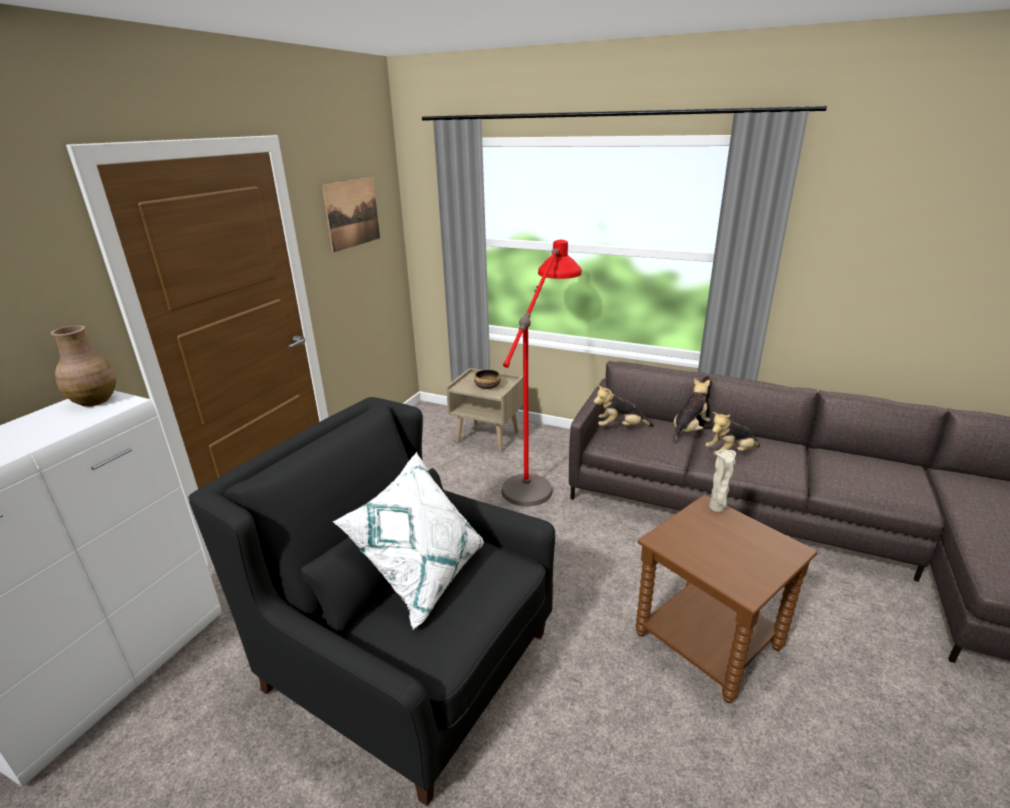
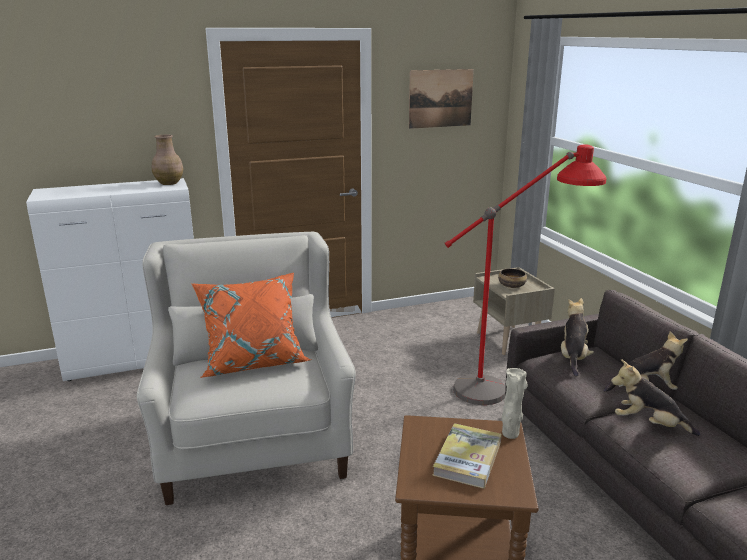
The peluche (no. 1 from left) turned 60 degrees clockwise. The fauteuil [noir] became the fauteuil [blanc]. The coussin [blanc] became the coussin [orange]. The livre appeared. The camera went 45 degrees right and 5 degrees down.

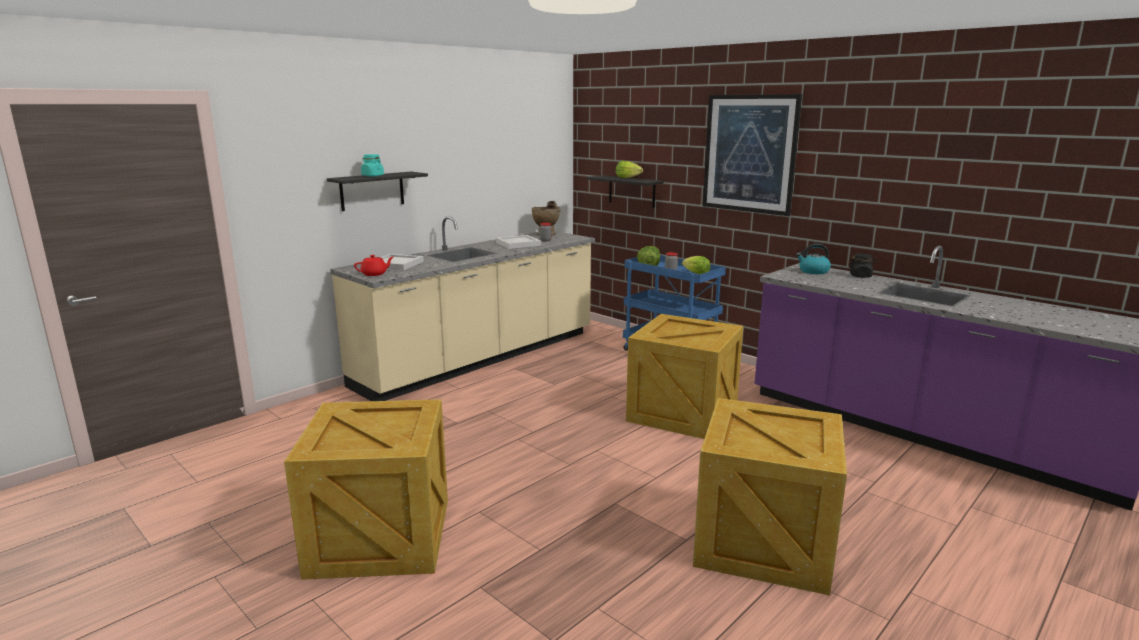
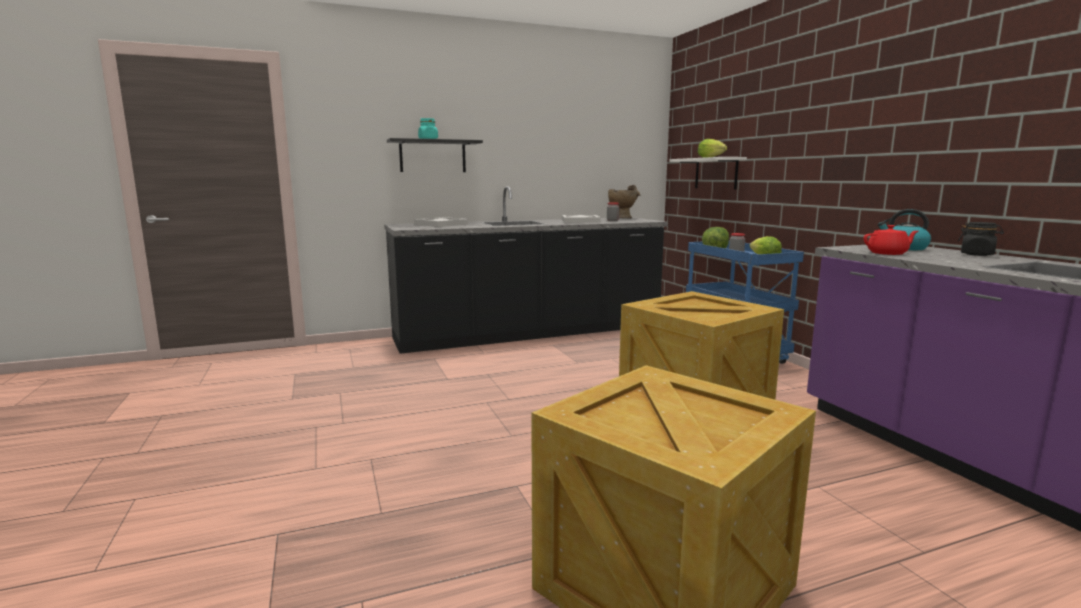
The tableau disappeared. The étagère [noir] (no. 2 from left) became the étagère [blanc]. The comptoir de cuisine [beige] became the comptoir de cuisine [noir]. The théière [rouge] moved. The caisse (no. 1 from left) disappeared. The camera went 25 degrees right and 5 degrees down.

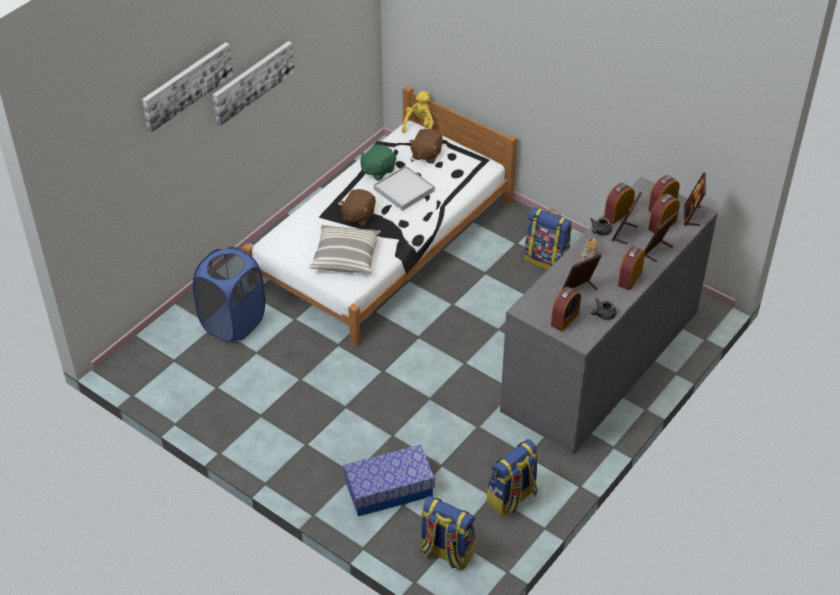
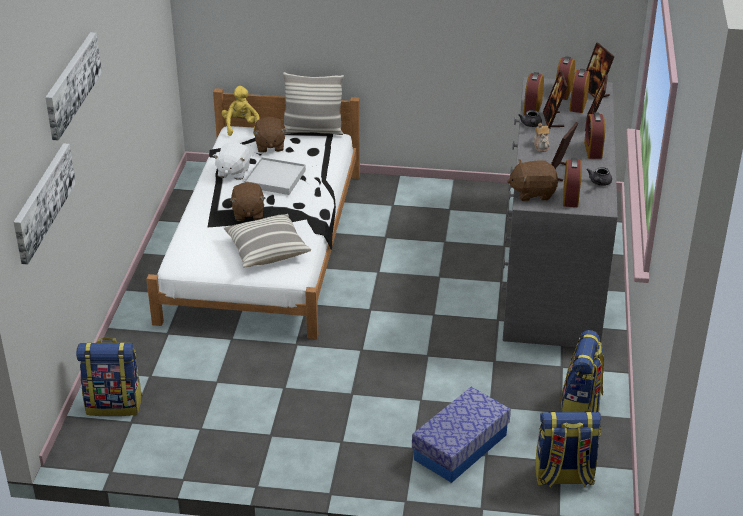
The tableau (no. 2 from left in the first image) moved. The peluche [vert] became the peluche [blanc]. The sac à dos (no. 3 from left in the first image) moved. The panier à linge [bleu] disappeared. The coussin (no. 2 from left) appeared. The peluche [marron] (no. 3 from left) appeared. The camera went 30 degrees left and 10 degrees down.

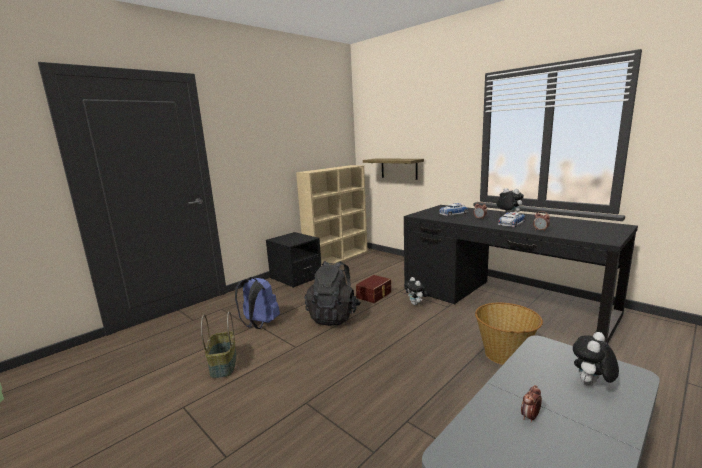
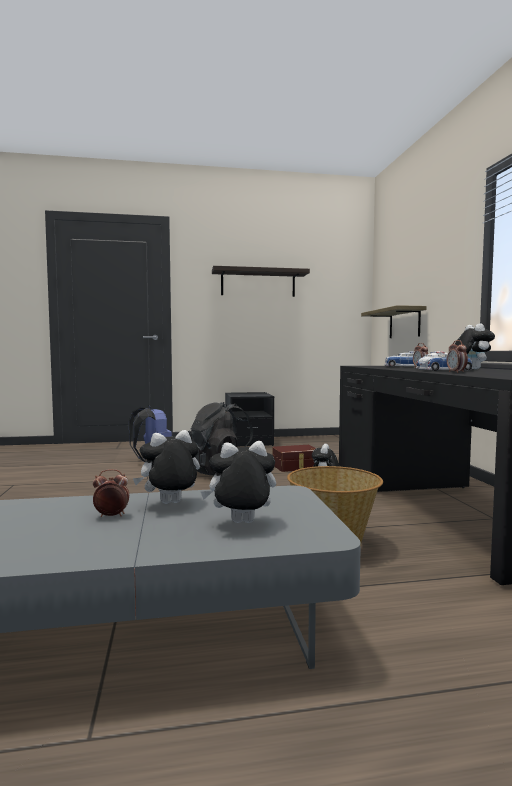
The bibliothèque [beige] disappeared. The panier (no. 1 from left) disappeared. The étagère (no. 1 from left) appeared. The peluche (no. 1 from left) appeared. The camera went 35 degrees right and 10 degrees down.

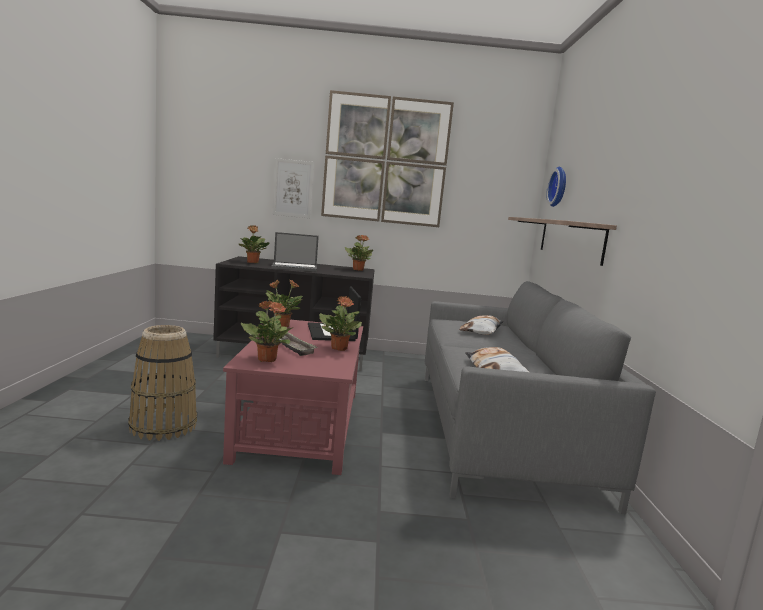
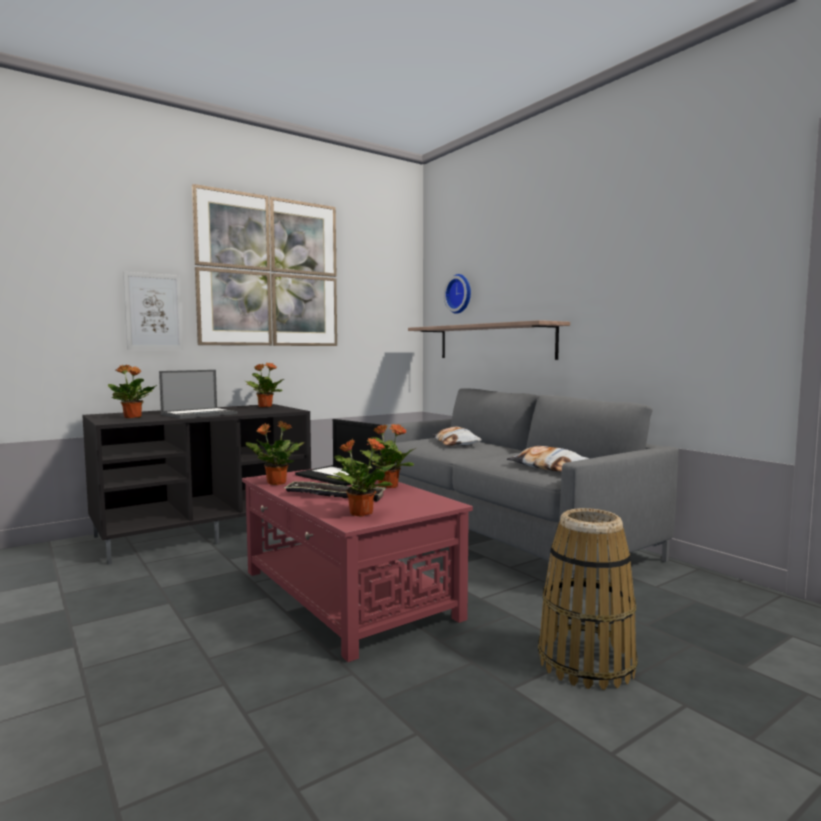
The panier moved. The camera went 35 degrees left and 5 degrees down.

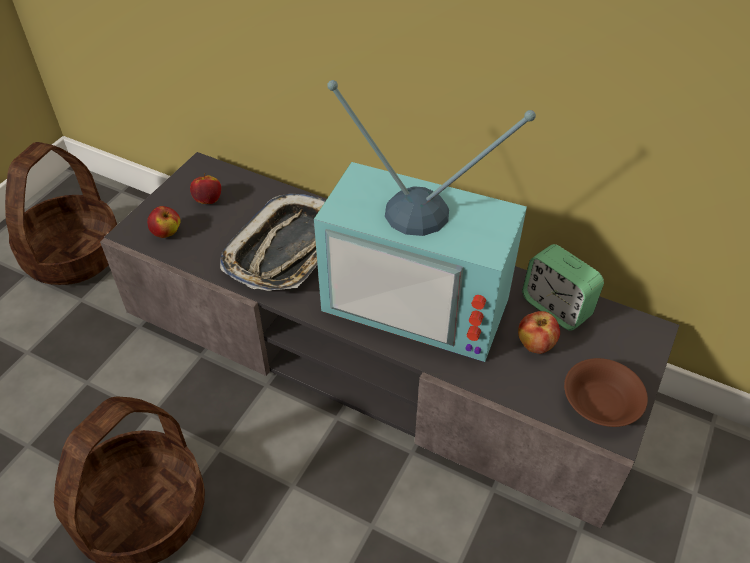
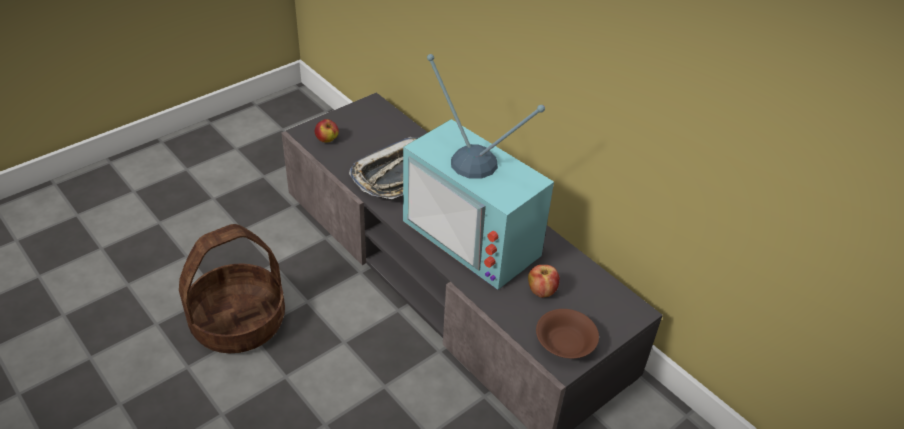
The panier (no. 1 from left) disappeared. The pomme (no. 2 from left) disappeared. The réveil disappeared. The camera went 20 degrees right and 5 degrees down.

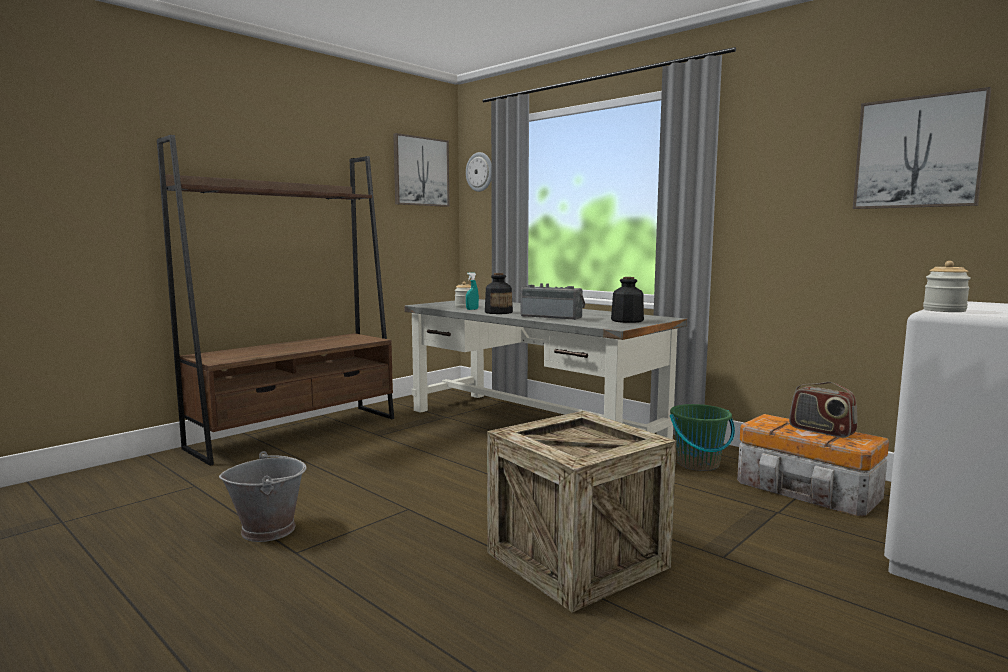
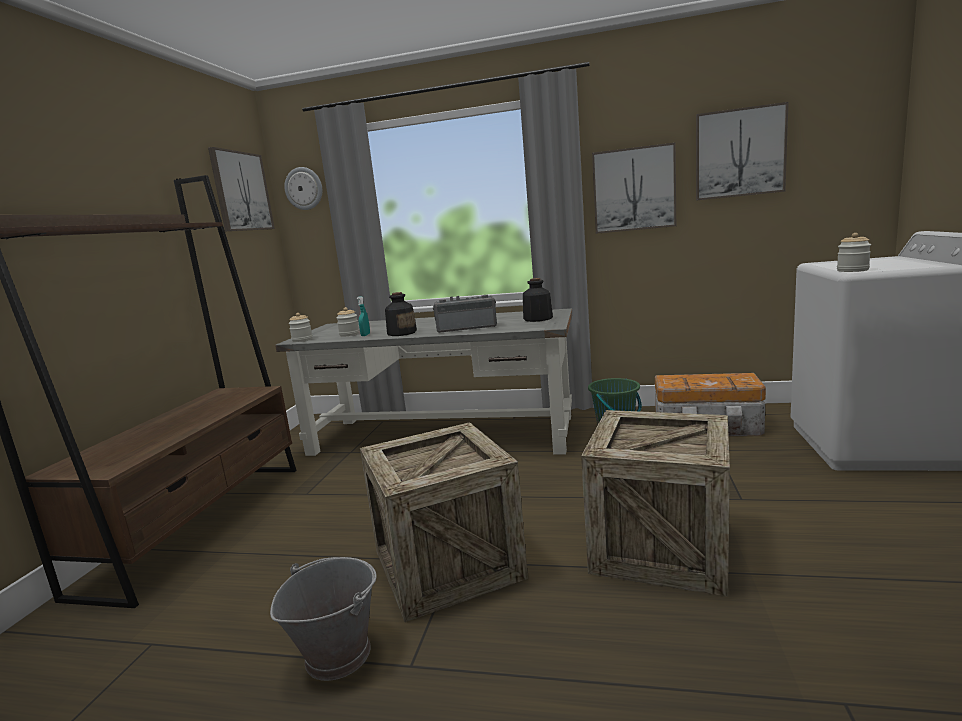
The radio (no. 2 from left) disappeared. The tableau (no. 2 from left) appeared. The bocal (no. 1 from left) appeared. The caisse (no. 1 from left) appeared. The camera went 30 degrees left and 5 degrees up.

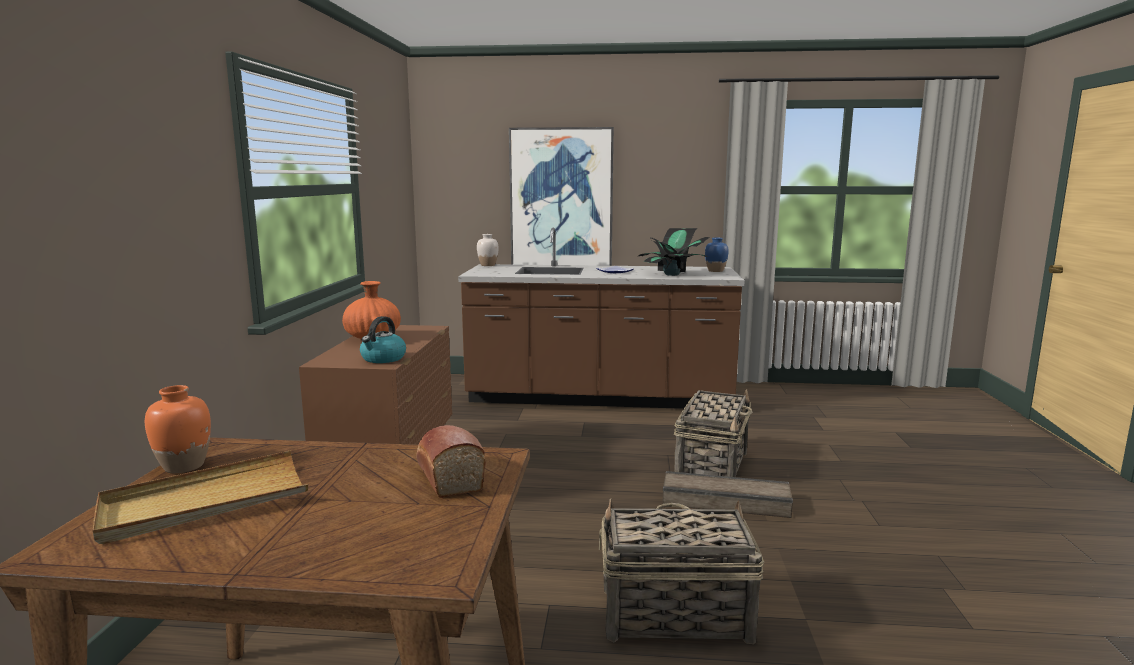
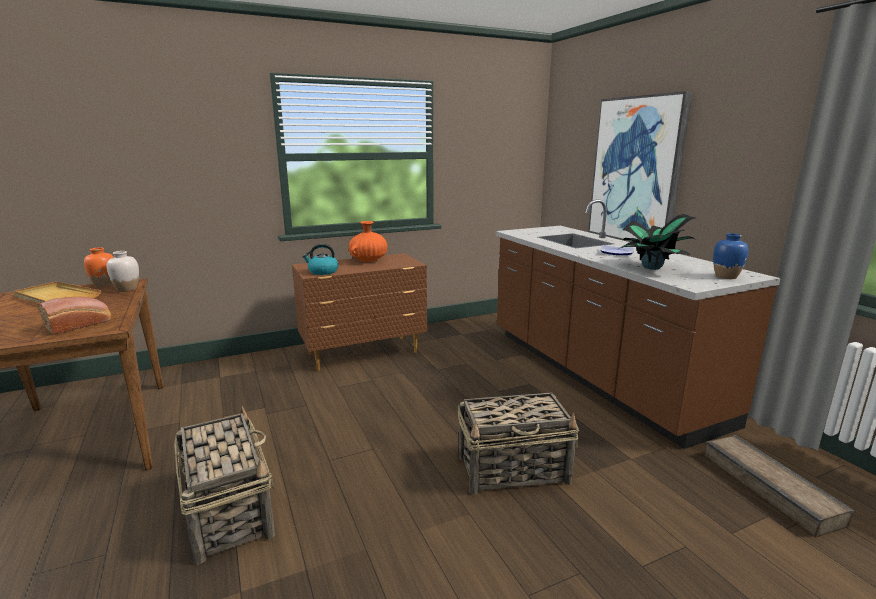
The vase [blanc] moved. The caisse moved. The camera went 60 degrees right and 5 degrees up.

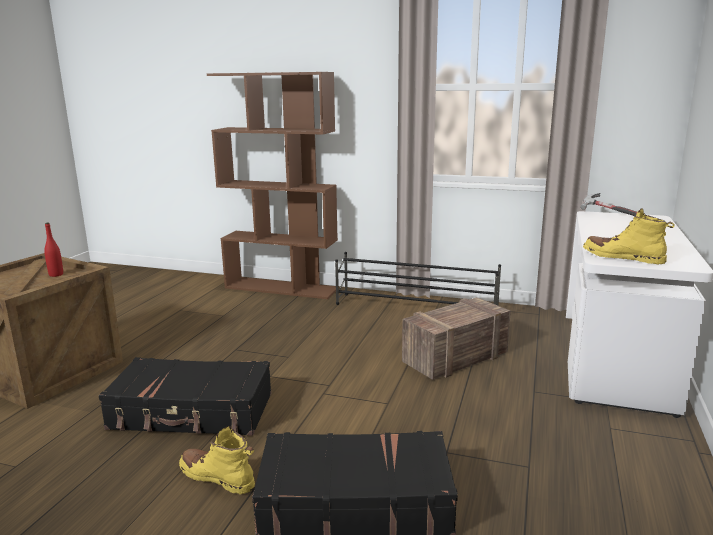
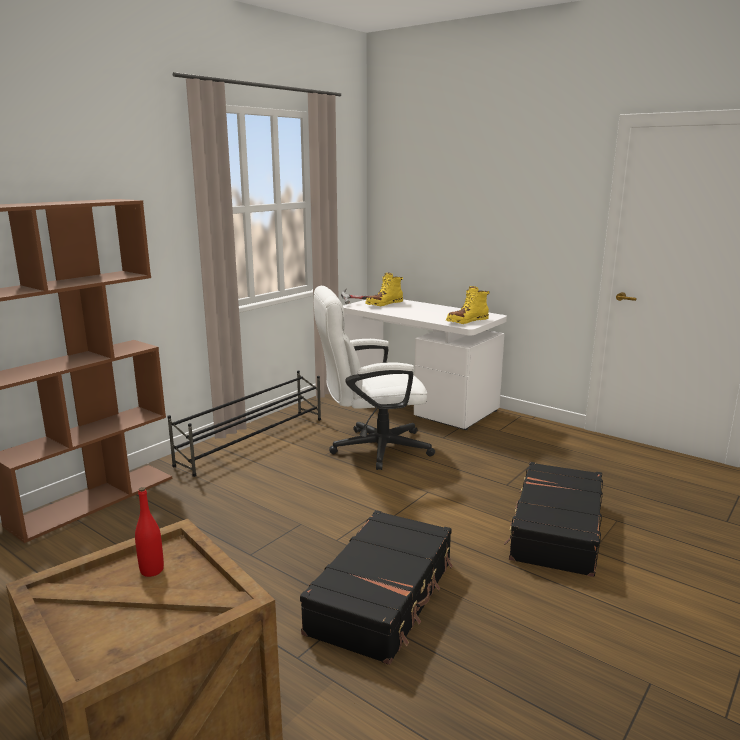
The caisse (no. 2 from left) was replaced by the chaise de bureau [blanc]. The botte [jaune] (no. 1 from left) moved. The camera went 70 degrees left and 0 degrees up.

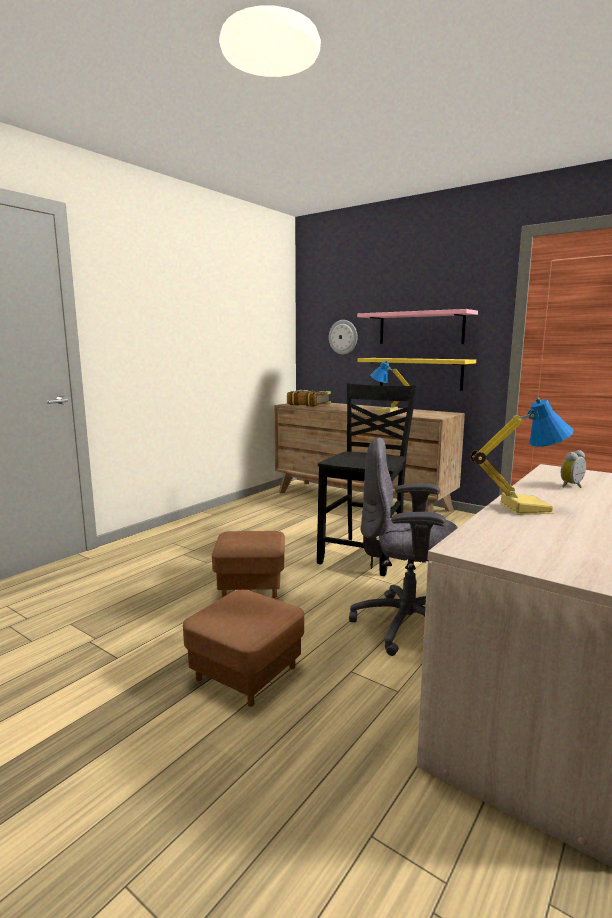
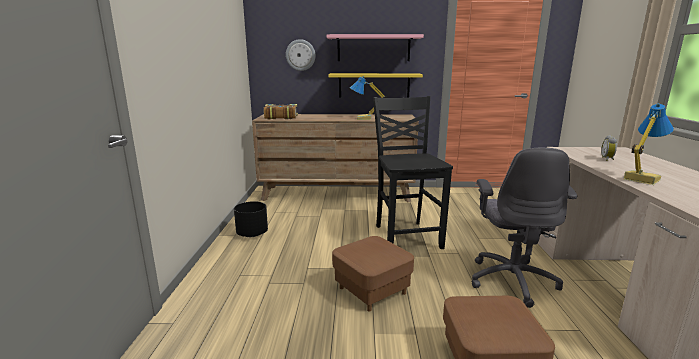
The chaise de bureau [gris] turned 60 degrees counterclockwise. The cache-pot [noir] appeared. The camera went 35 degrees left and 5 degrees up.

